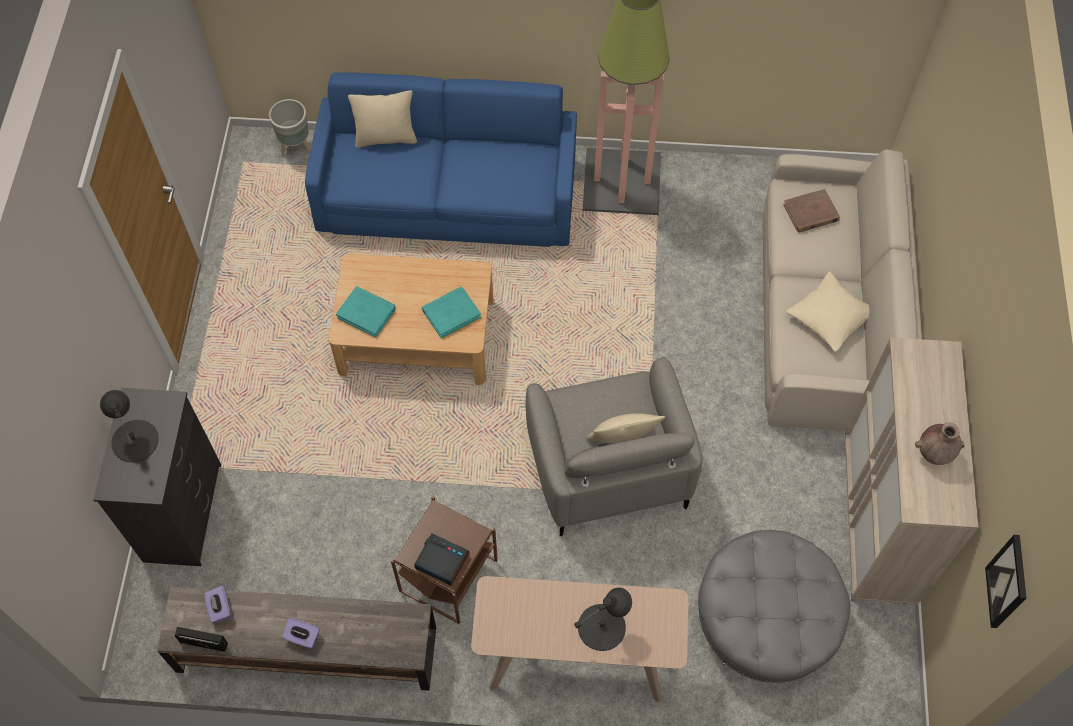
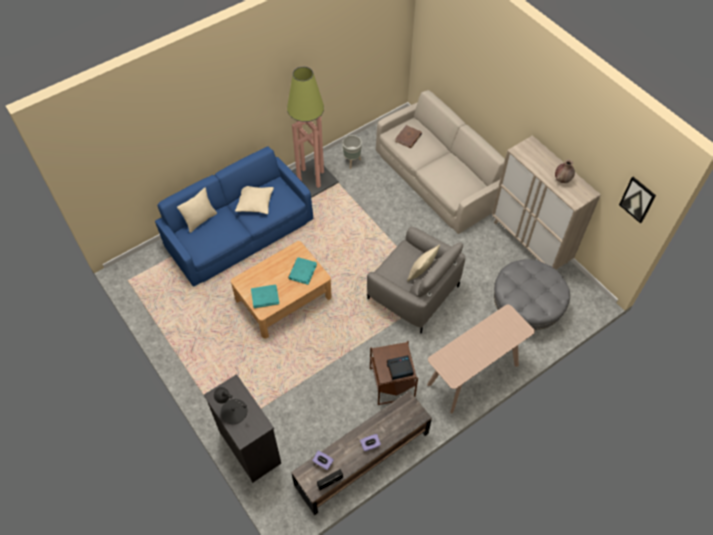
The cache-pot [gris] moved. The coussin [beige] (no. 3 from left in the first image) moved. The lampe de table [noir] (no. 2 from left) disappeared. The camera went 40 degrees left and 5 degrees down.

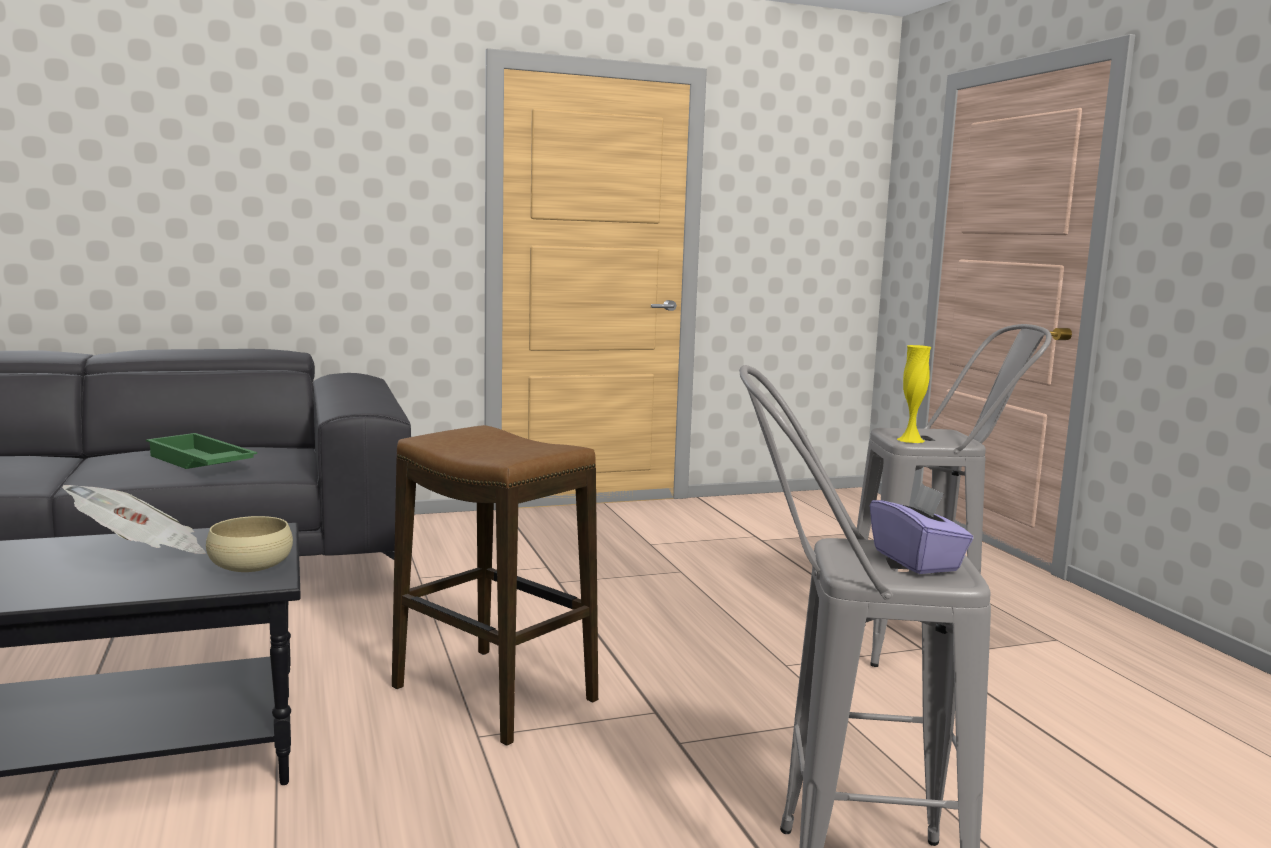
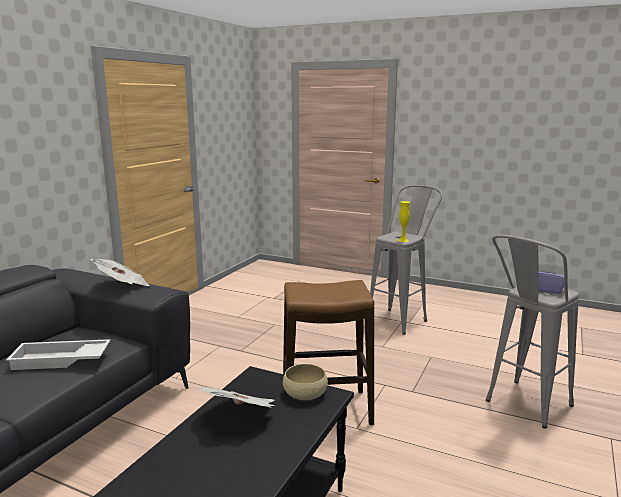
The plateau [vert] became the plateau [blanc]. The journal (no. 1 from left) appeared. The camera went 45 degrees left and 5 degrees up.

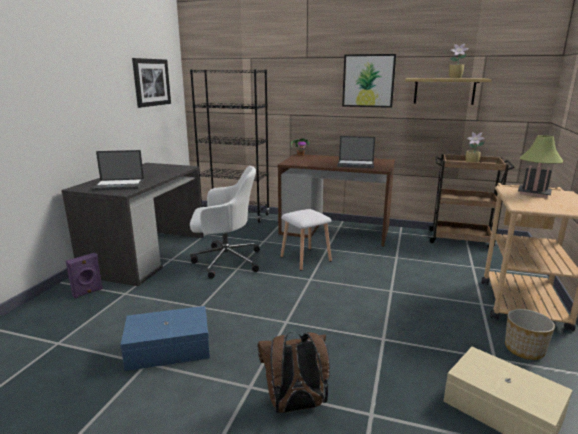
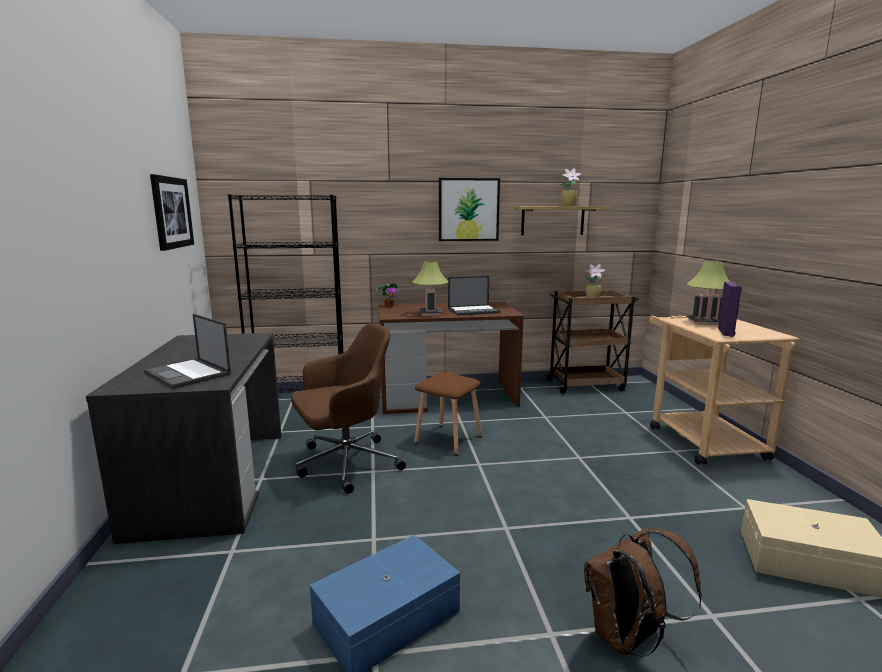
The ordinateur portable (no. 1 from left) turned 75 degrees clockwise. The chaise de bureau [blanc] became the chaise de bureau [marron]. The tabouret [blanc] became the tabouret [marron]. The enceinte [violet] moved. The cache-pot disappeared. The lampe de table (no. 1 from left) appeared. The camera went 25 degrees left and 5 degrees down.

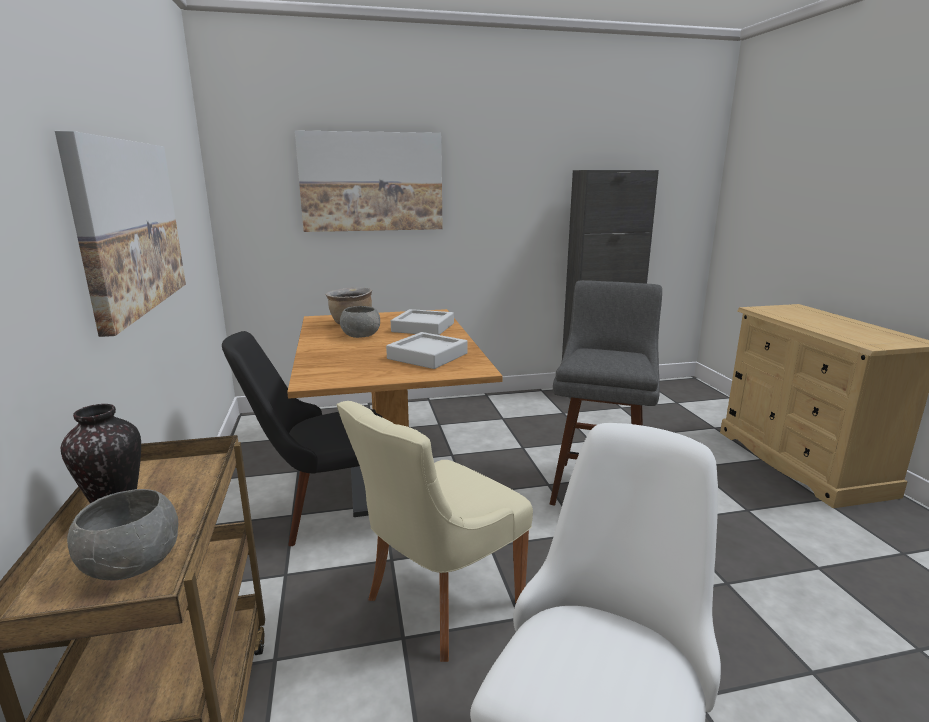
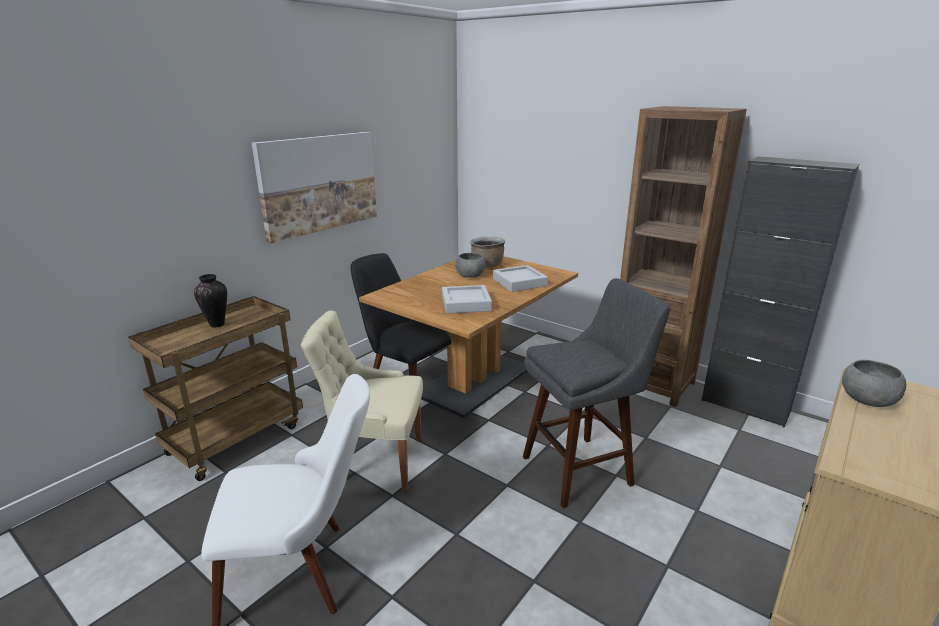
The tableau (no. 2 from left) disappeared. The bol [gris] (no. 1 from left in the first image) moved. The bibliothèque [marron] appeared. The camera went 50 degrees right and 5 degrees up.

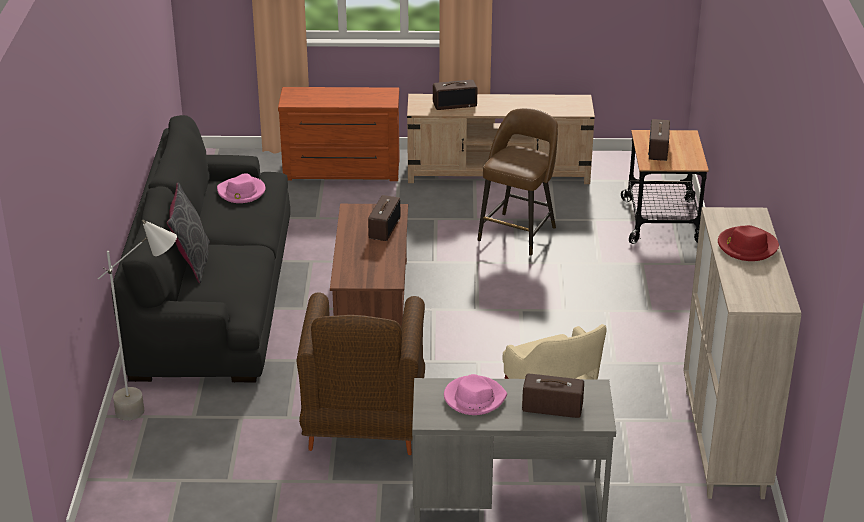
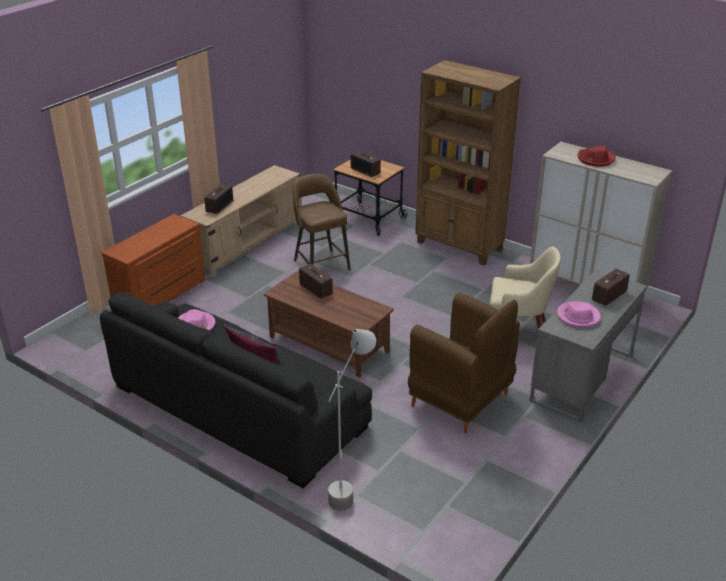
The bibliothèque [marron] appeared. The camera went 55 degrees left and 0 degrees up.

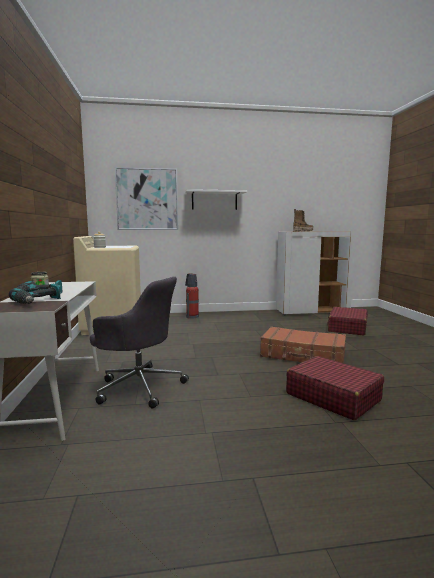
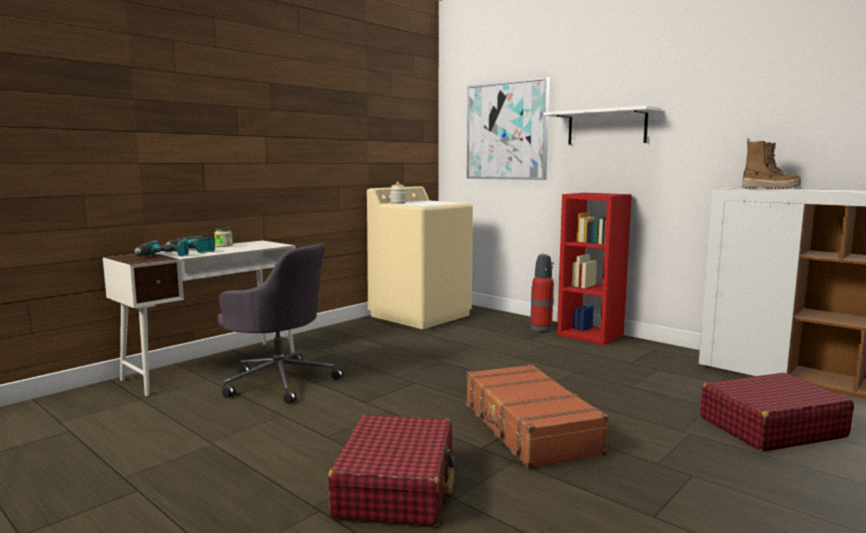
The chaise de bureau [gris] turned 45 degrees counterclockwise. The bibliothèque [rouge] appeared. The camera went 50 degrees right and 0 degrees up.

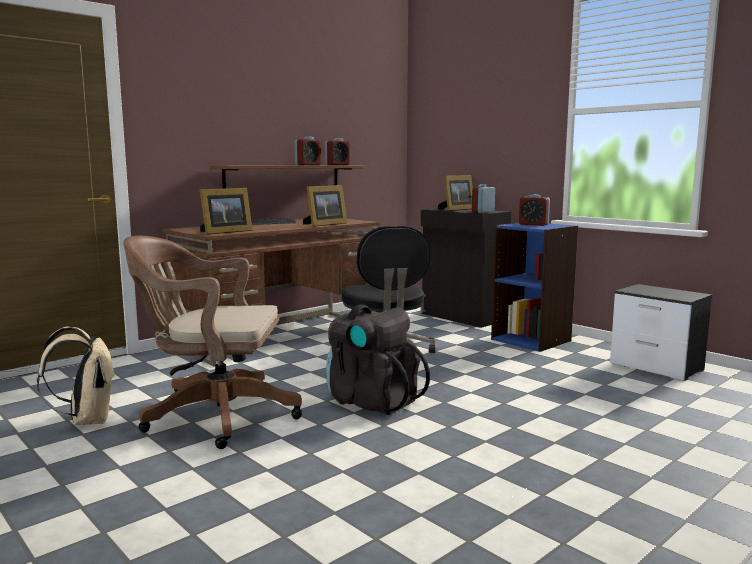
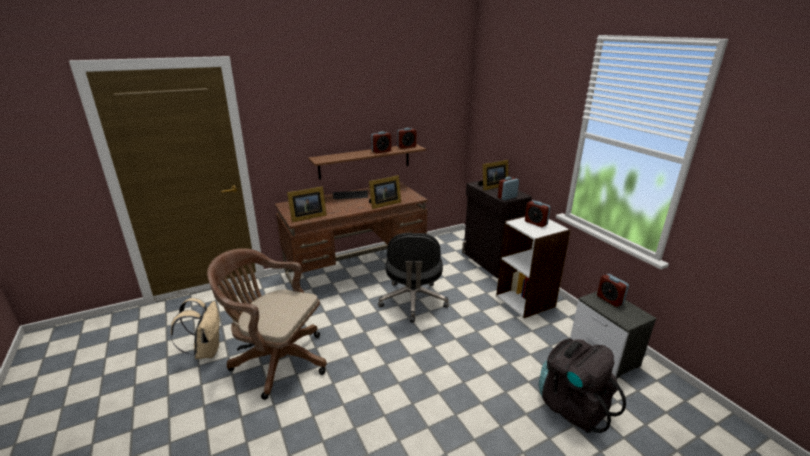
The bibliothèque [bleu] became the bibliothèque [blanc]. The sac à dos [noir] moved. The réveil (no. 5 from left) appeared. The camera went 15 degrees right and 15 degrees up.

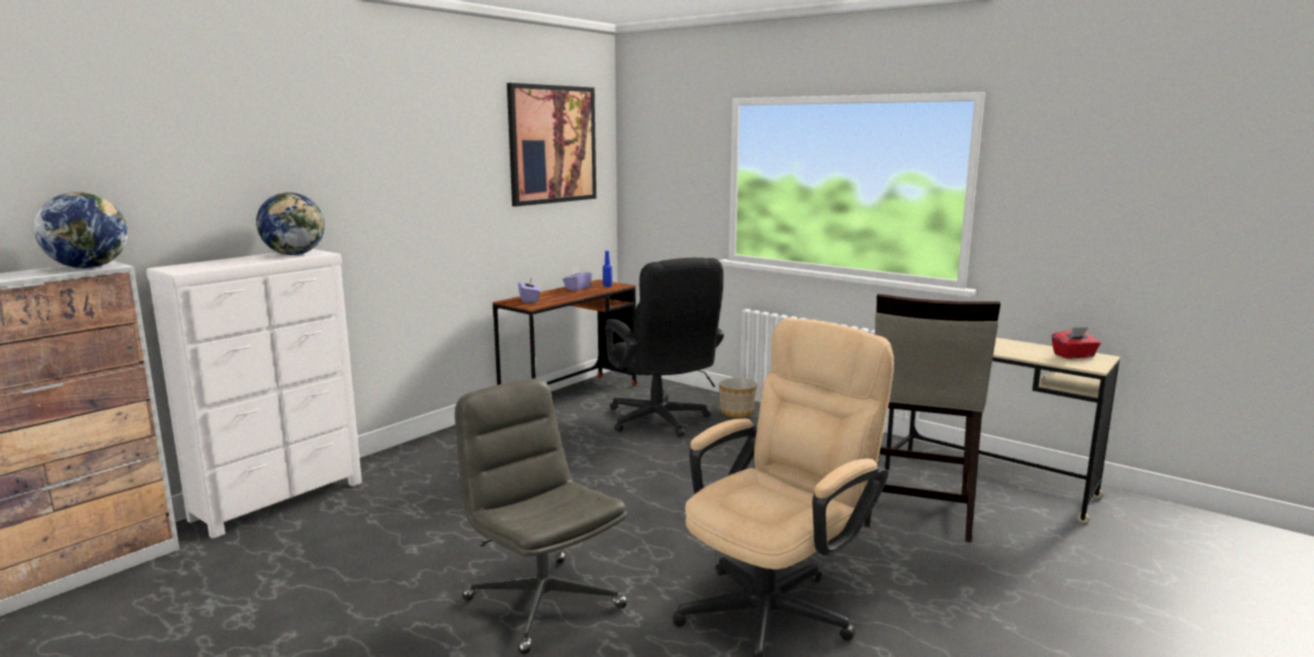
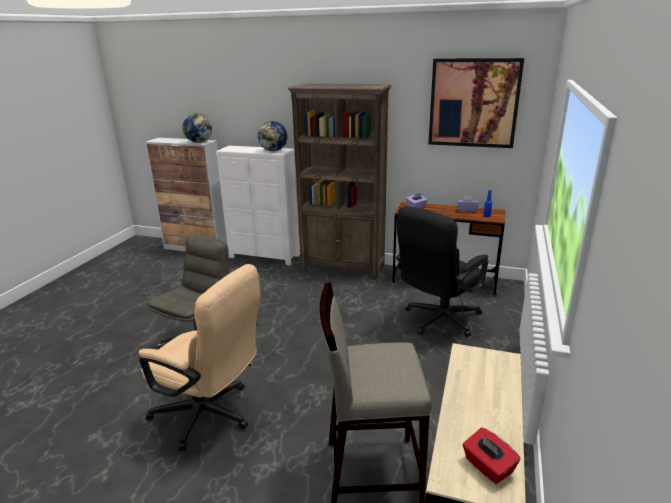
The cache-pot disappeared. The bibliothèque [marron] appeared. The camera went 70 degrees right and 10 degrees up.

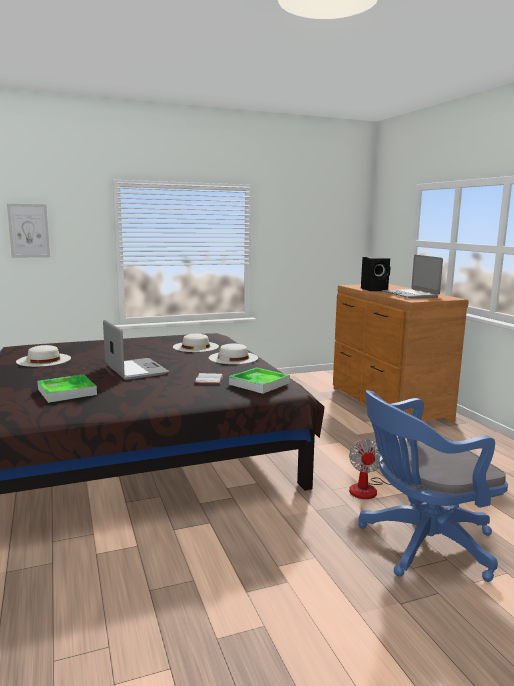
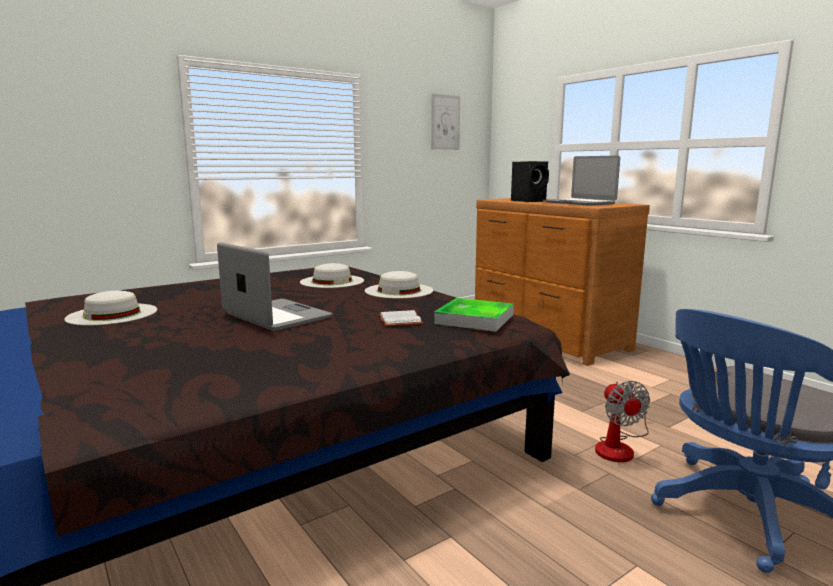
The tableau moved. The plateau (no. 1 from left) disappeared. The camera went 15 degrees left and 0 degrees up.

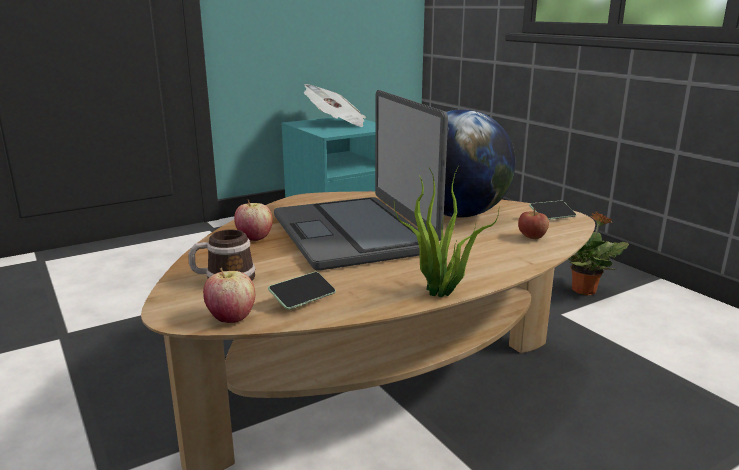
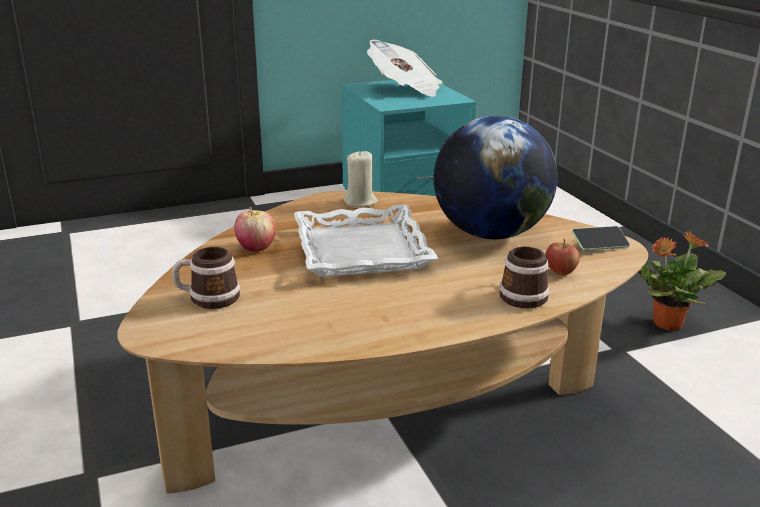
The ordinateur portable was replaced by the plateau [blanc]. The plante en pot (no. 1 from left) disappeared. The pomme (no. 1 from left) disappeared. The téléphone (no. 1 from left) disappeared. The bougie [beige] appeared. The mug (no. 2 from left) appeared. The camera went 10 degrees right and 5 degrees up.

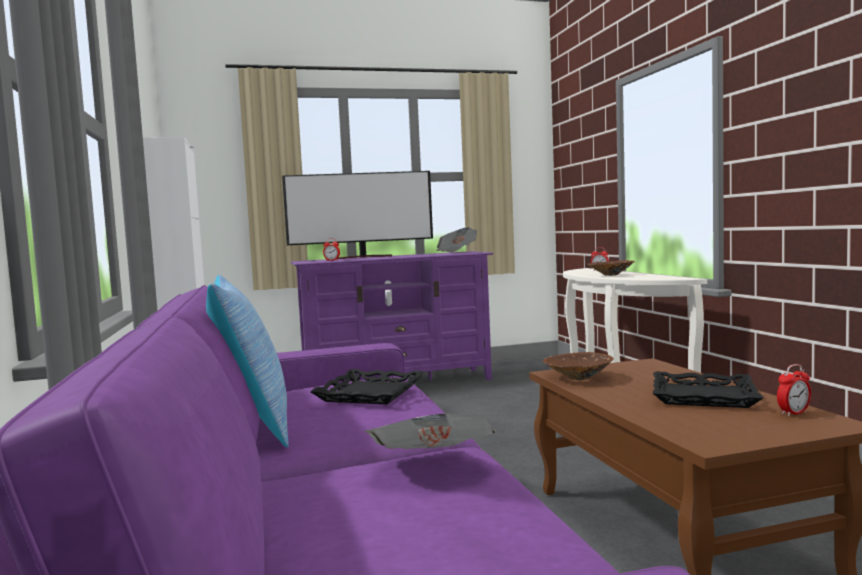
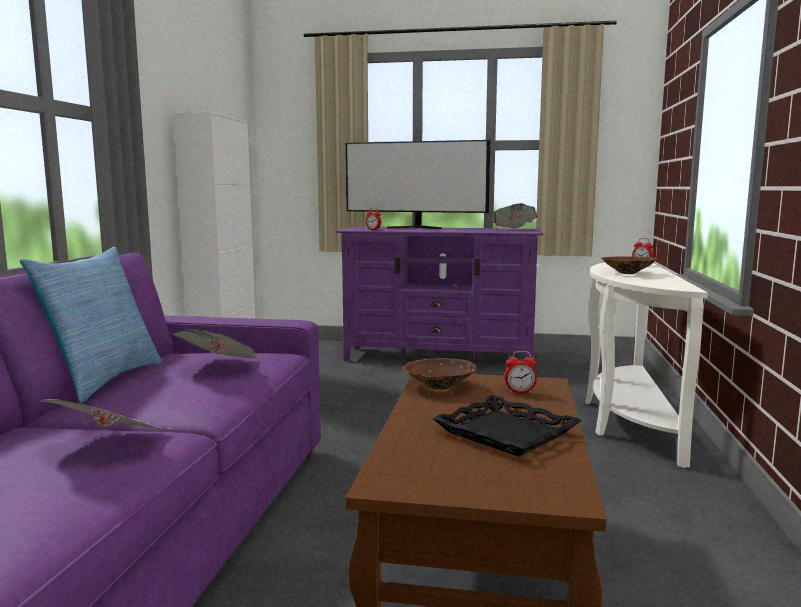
The réveil (no. 3 from left in the first image) moved. The plateau [noir] (no. 1 from left) was replaced by the journal (no. 2 from left). The camera went 25 degrees right and 5 degrees up.

